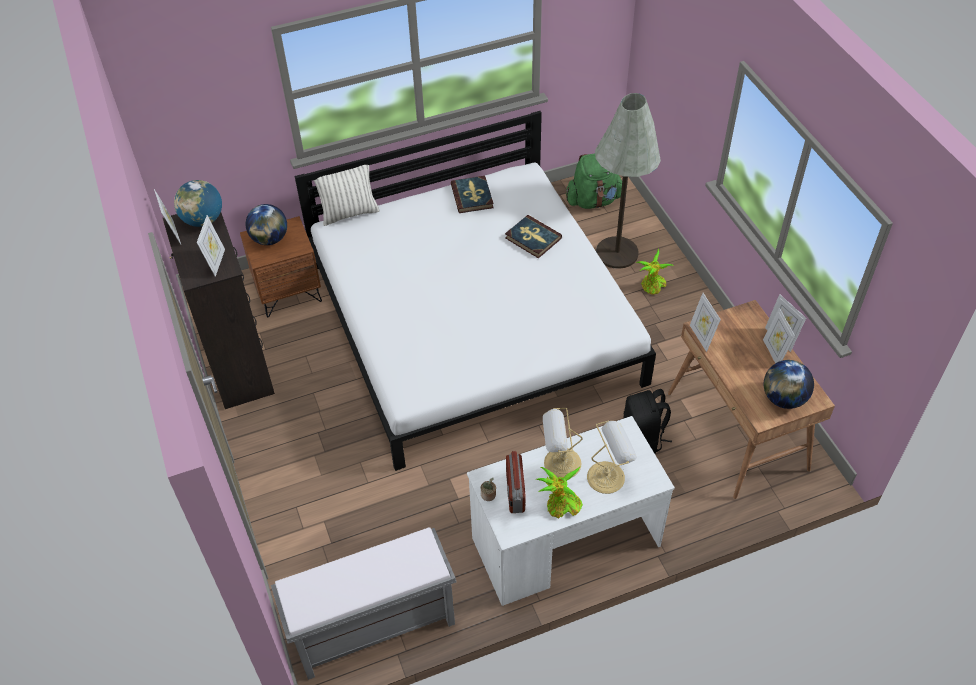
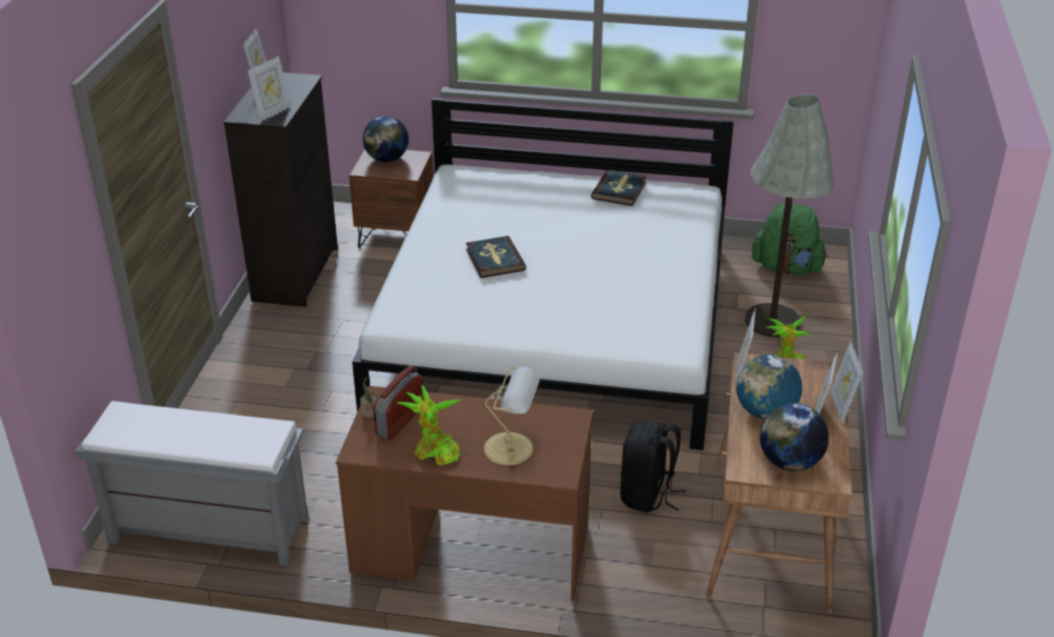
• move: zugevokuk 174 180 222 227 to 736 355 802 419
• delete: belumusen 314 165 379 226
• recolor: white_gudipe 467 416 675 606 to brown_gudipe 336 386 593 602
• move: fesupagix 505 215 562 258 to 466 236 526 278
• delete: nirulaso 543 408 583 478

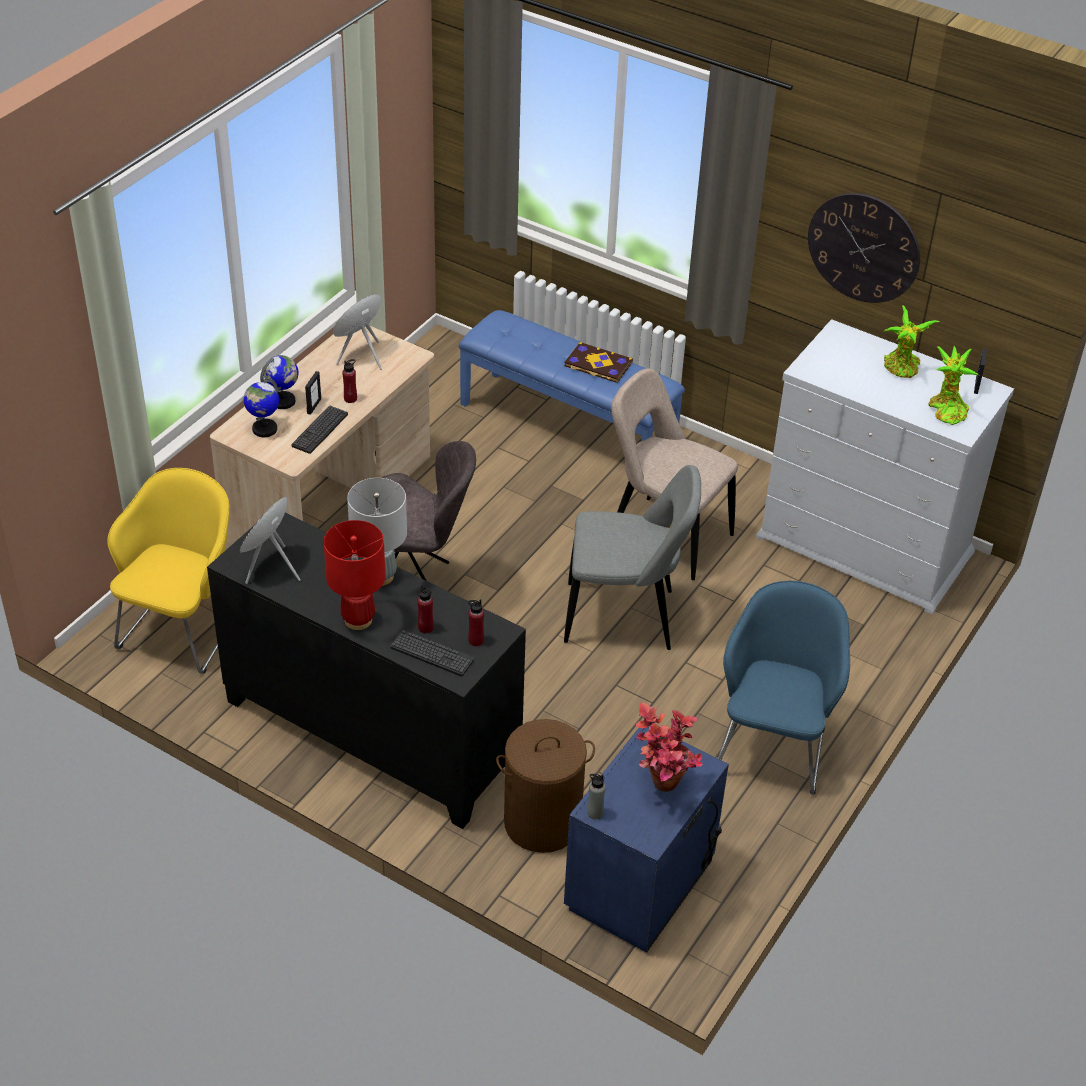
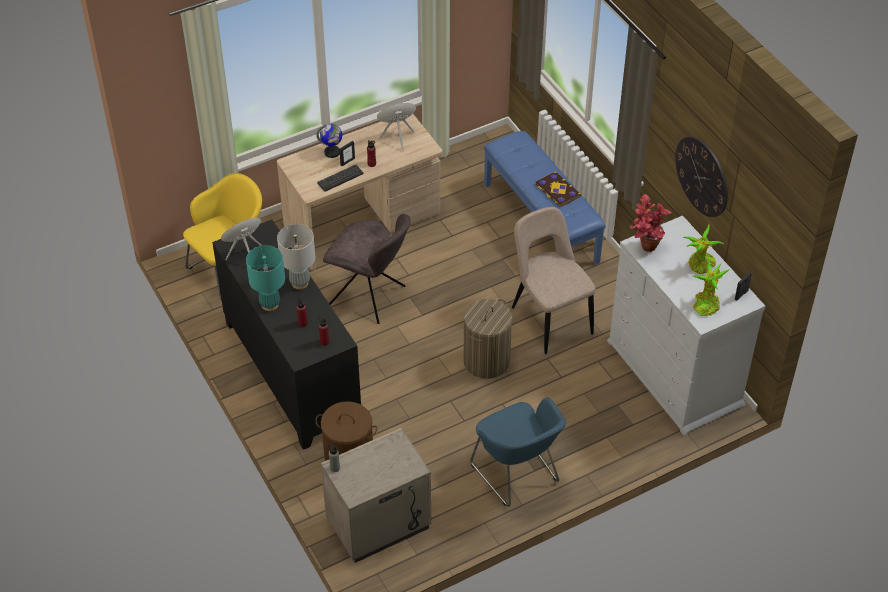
• delete: zugevokuk 244 378 279 437
• recolor: red_nirulaso 324 520 385 630 to turquoise_nirulaso 246 245 285 311
• delete: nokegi 390 630 474 677
• replace: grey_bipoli 564 465 701 650 to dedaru 463 299 512 379
• recolor: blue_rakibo 564 726 729 953 to beige_rakibo 321 428 431 563
• move: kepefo 636 703 702 792 to 629 194 672 252
• rotate: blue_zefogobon 718 581 850 795 = 470 397 566 507 105 degrees clockwise

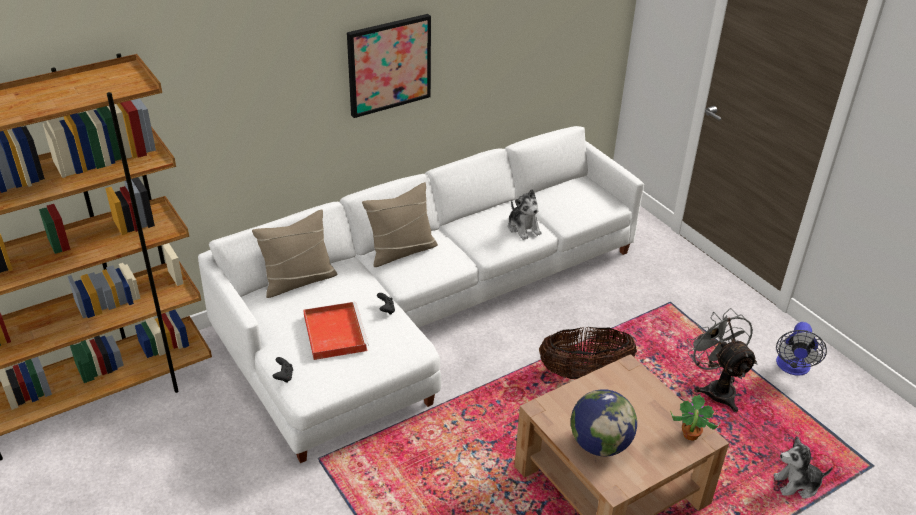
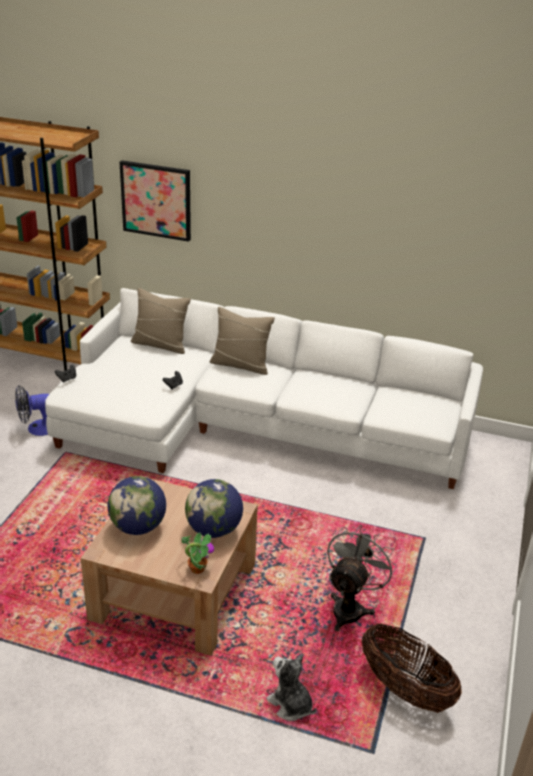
• delete: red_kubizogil 303 302 369 360
• move: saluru 347 14 431 118 to 120 160 191 242
• delete: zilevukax 508 189 542 240
• move: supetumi 539 327 637 379 to 361 623 462 713
• move: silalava 776 322 827 376 to 15 385 49 436
• insert: zugevokuk 185 479 243 538

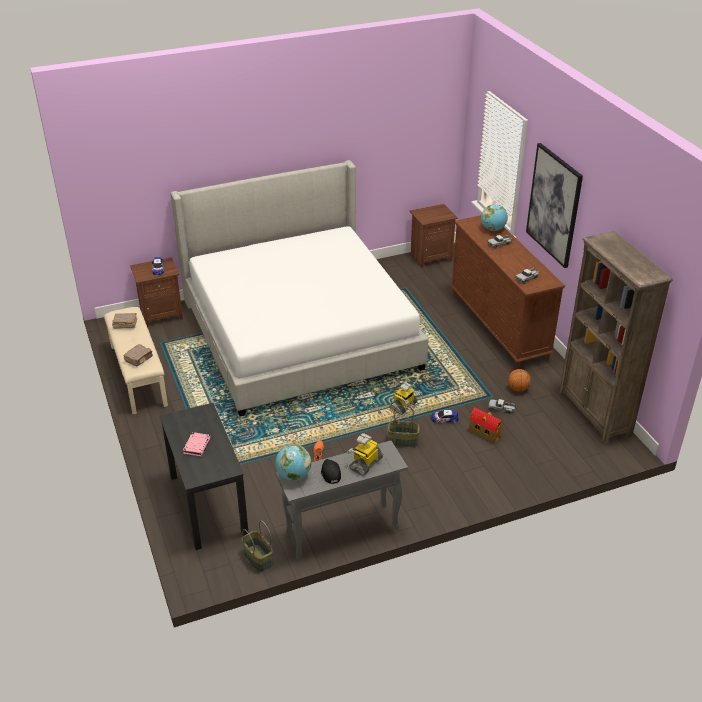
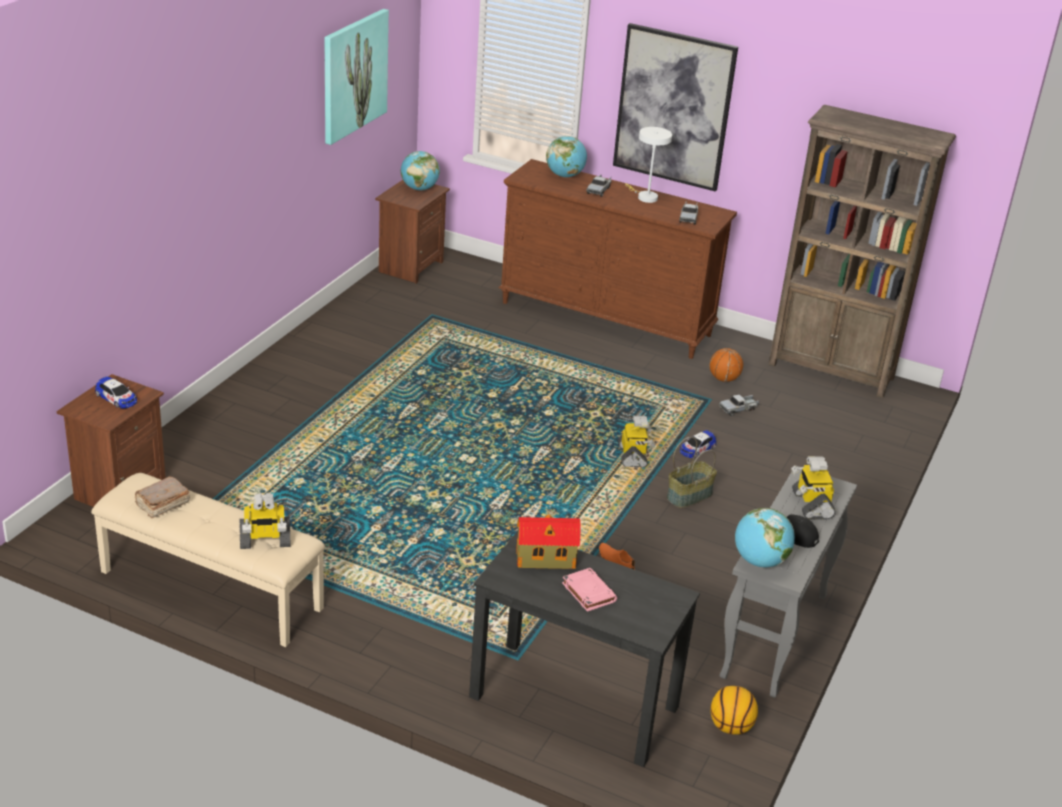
• replace: brown_fesupagix 123 344 153 366 to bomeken 239 493 291 549
• delete: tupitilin 171 160 428 416
• replace: supetumi 242 521 273 572 to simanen 711 686 758 735
• move: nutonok 469 407 503 443 to 516 515 580 569
• insert: saluru 324 9 389 145
• insert: zugevokuk 401 151 440 191
• insert: white_nirulaso 625 127 672 203

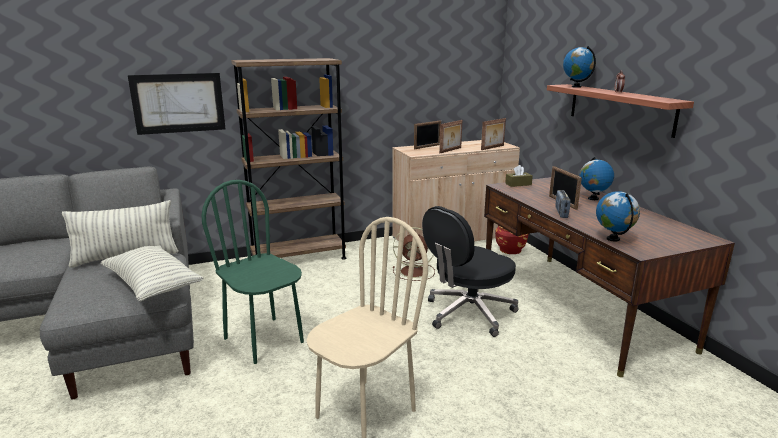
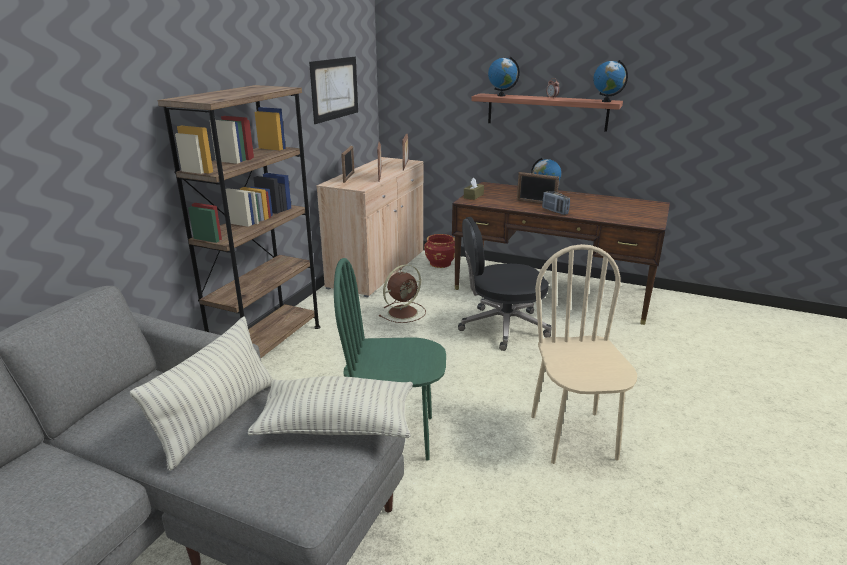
• move: saluru 128 73 225 135 to 309 57 358 124
• rotate: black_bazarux 422 206 519 337 = 458 217 552 351 75 degrees clockwise
• move: zugevokuk 596 191 640 242 to 593 60 628 102

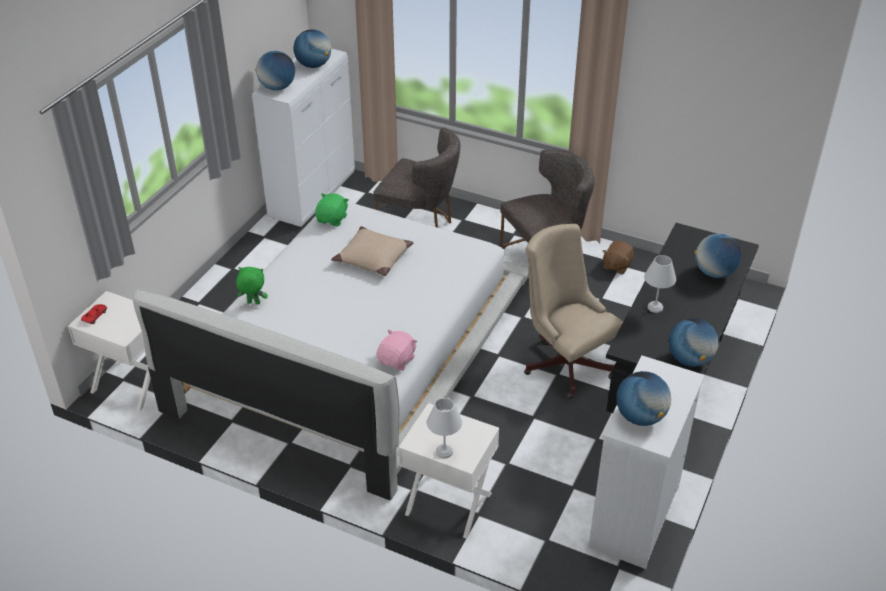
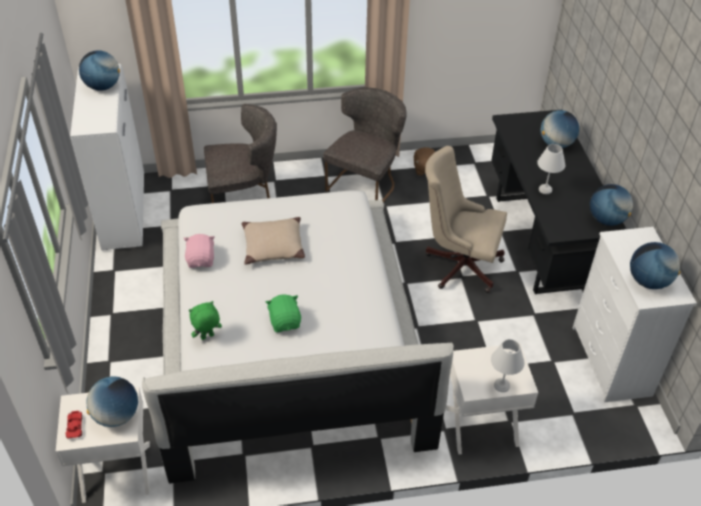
• move: zugevokuk 255 51 295 90 to 87 376 138 427
• move: green_zilevukax 315 193 349 226 to 266 295 301 332
• move: pink_zilevukax 377 329 417 371 to 183 234 215 268

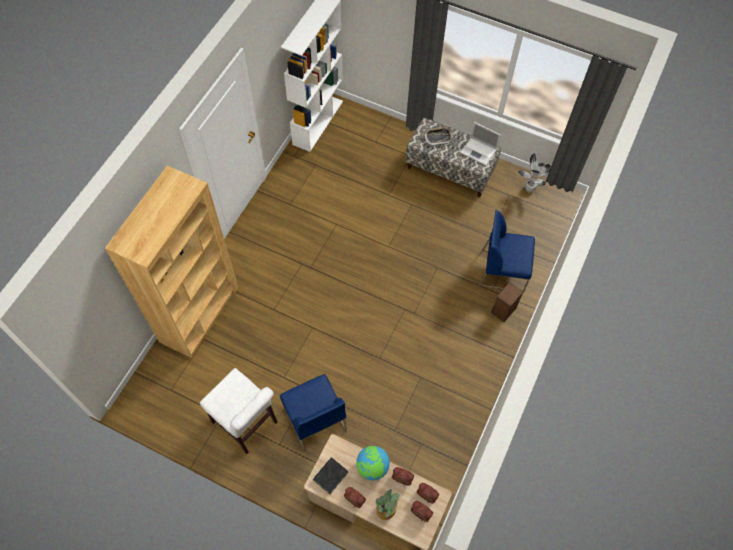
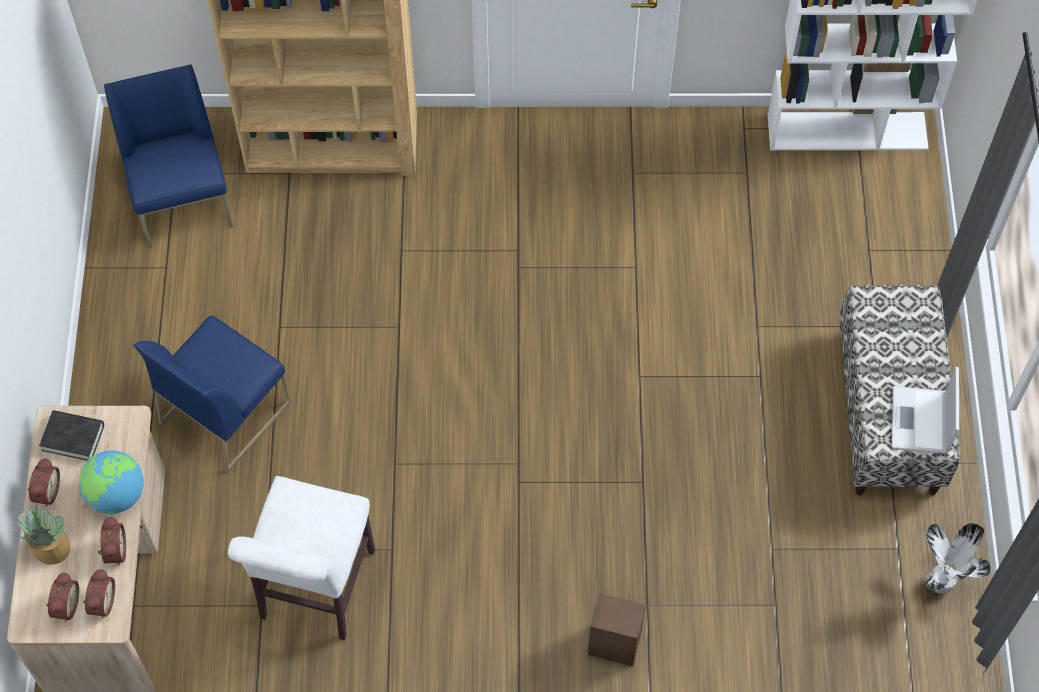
• move: white_bipoli 200 368 277 454 to 228 476 375 640
• delete: kubizogil 423 126 454 146
• move: blue_bipoli 478 210 535 293 to 104 64 233 248

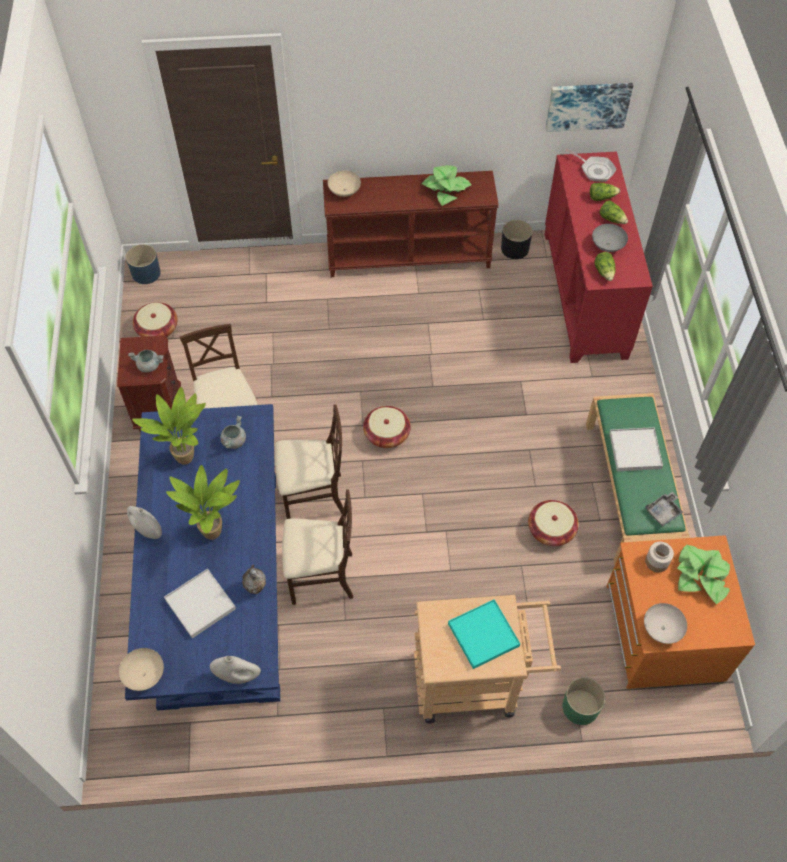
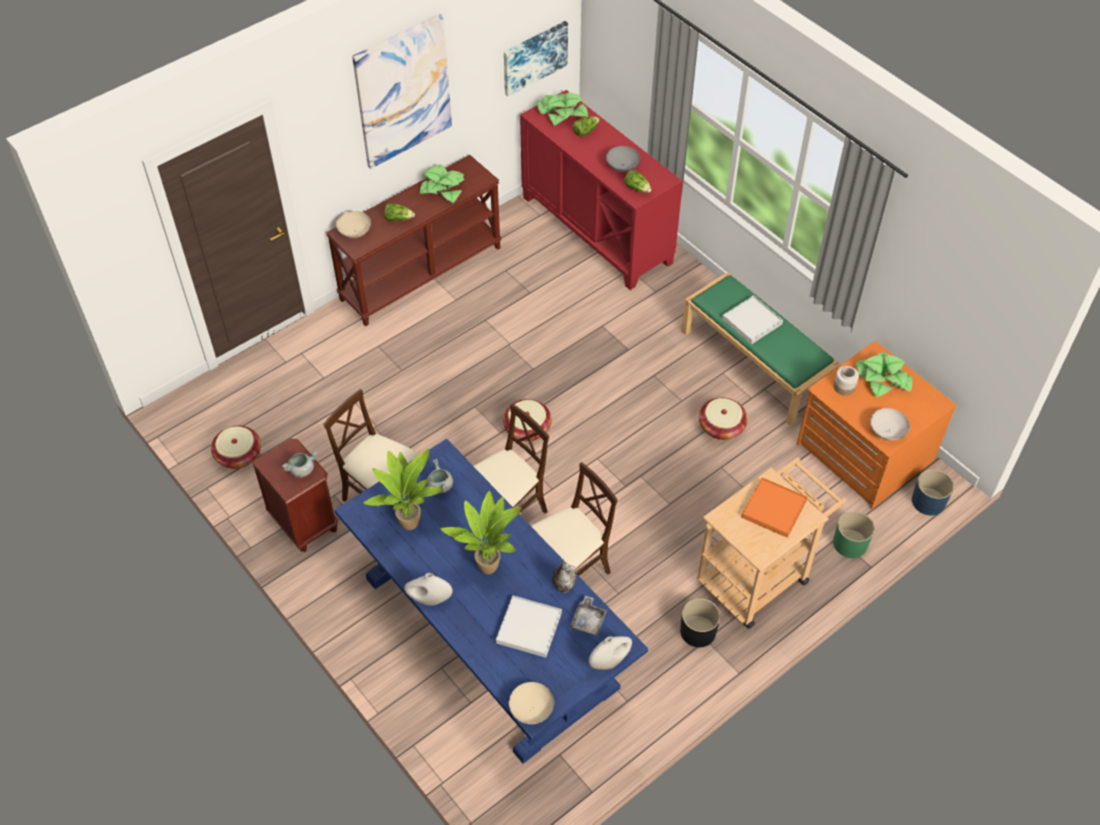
• move: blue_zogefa 126 244 161 284 to 912 469 954 515
• recolor: turquoise_kubizogil 448 599 520 669 to orange_kubizogil 741 477 808 538
• move: black_zogefa 501 220 532 259 to 680 598 720 647
• replace: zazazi 565 149 617 182 to kepefo 537 92 588 126
• move: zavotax 600 200 628 224 to 384 203 415 222
• move: grey_kubizogil 645 492 683 527 to 570 595 607 636
• insert: saluru 352 13 452 169

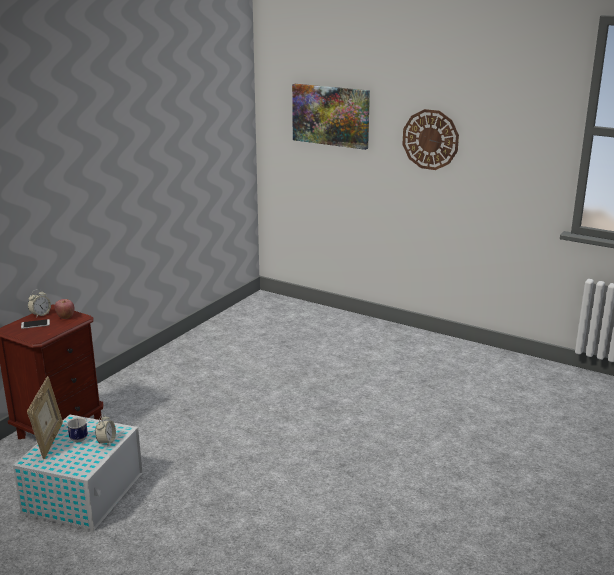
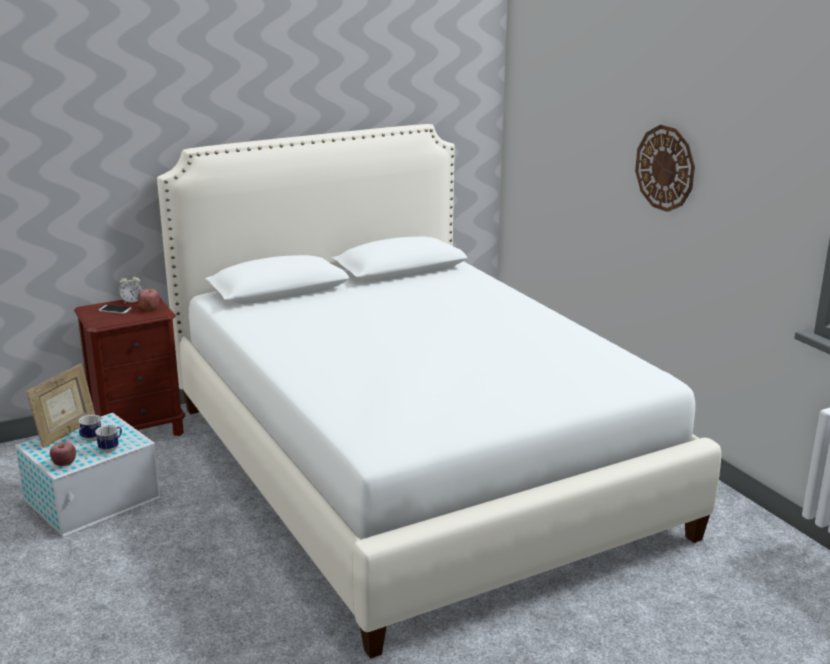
• replace: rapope 95 414 116 445 to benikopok 95 425 122 453
• delete: saluru 292 84 370 150
• insert: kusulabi 50 442 76 466
• insert: white_tupitilin 157 124 721 659

